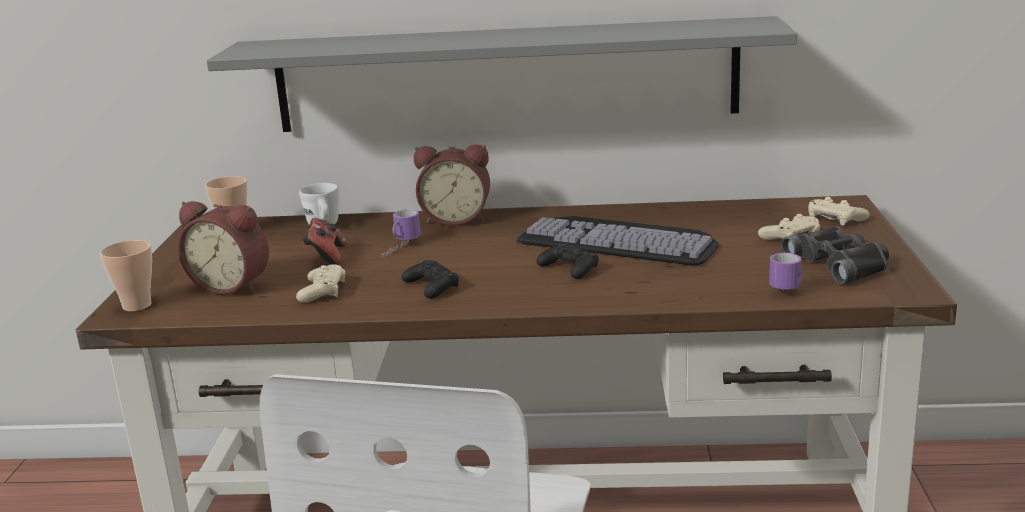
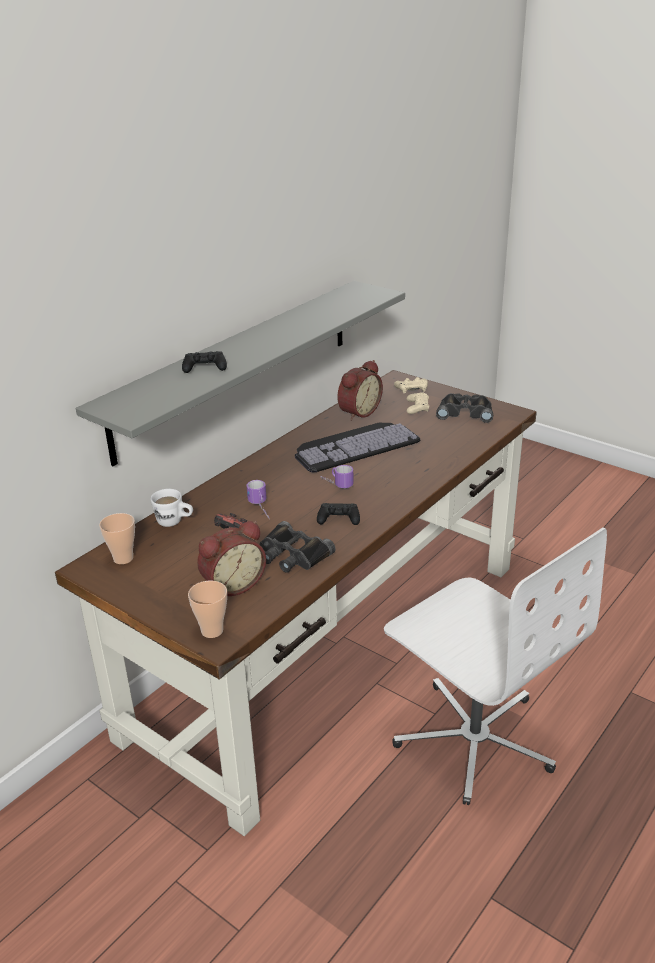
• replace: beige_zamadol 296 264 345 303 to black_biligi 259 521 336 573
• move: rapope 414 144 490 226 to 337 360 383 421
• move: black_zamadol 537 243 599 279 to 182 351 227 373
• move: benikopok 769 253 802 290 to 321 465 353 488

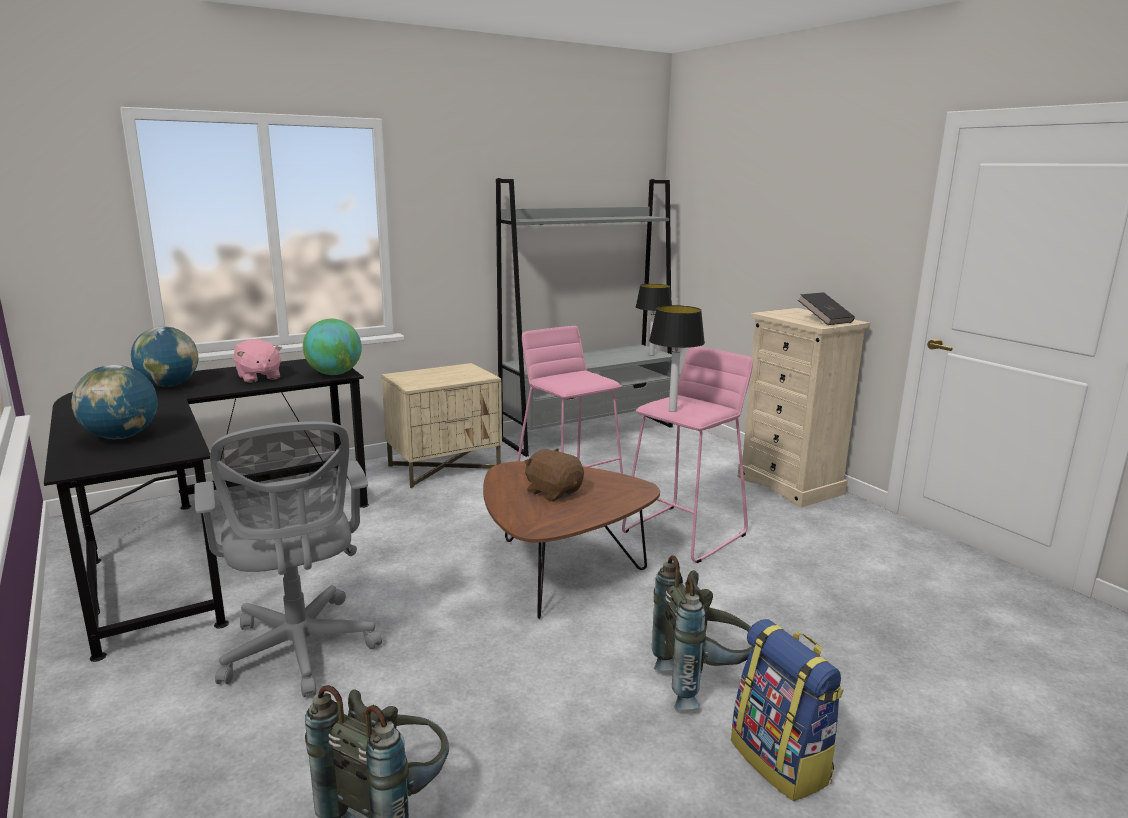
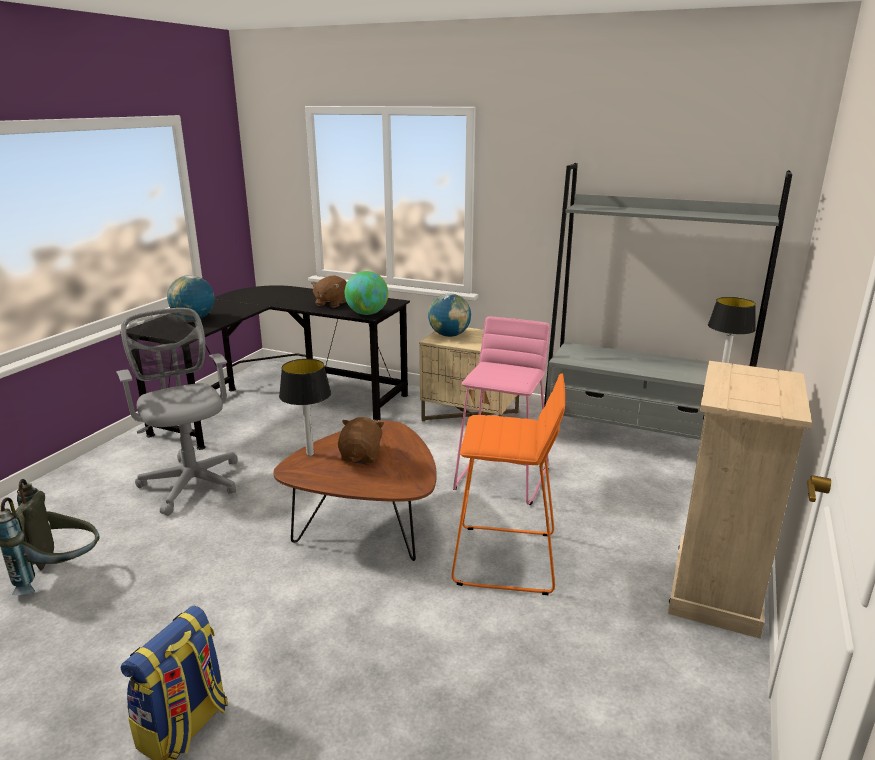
• move: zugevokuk 131 326 198 387 to 428 293 471 337
• rotate: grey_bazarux 194 421 382 697 = 116 308 238 516 120 degrees clockwise
• recolor: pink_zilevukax 233 339 282 383 to brown_zilevukax 311 275 347 308
• recolor: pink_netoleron 622 346 753 563 to orange_netoleron 452 373 565 595
• move: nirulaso 649 305 705 412 to 279 359 331 456
• delete: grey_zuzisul 652 555 753 710
• delete: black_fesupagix 798 292 855 325

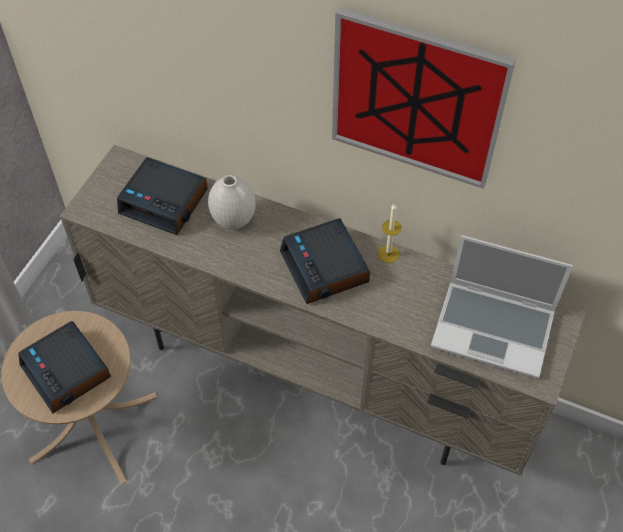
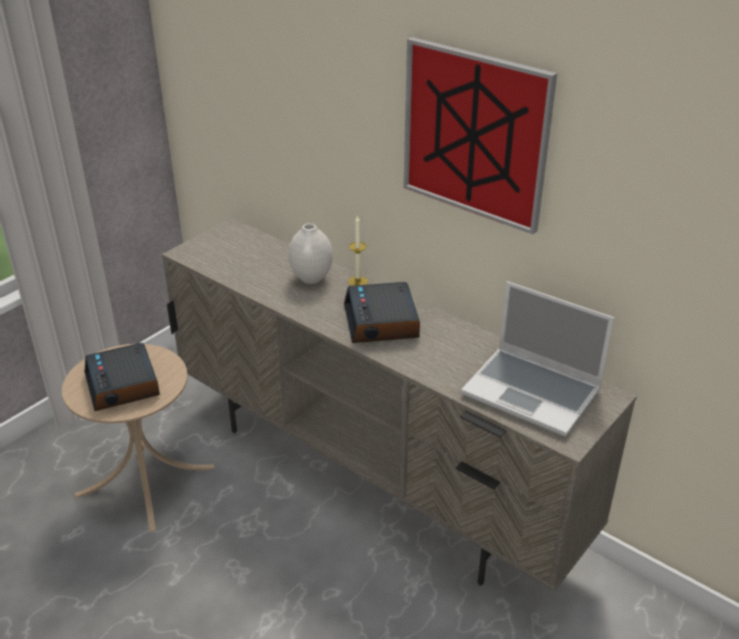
• delete: rapope 117 157 208 235
• move: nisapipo 378 203 401 263 to 348 215 368 286

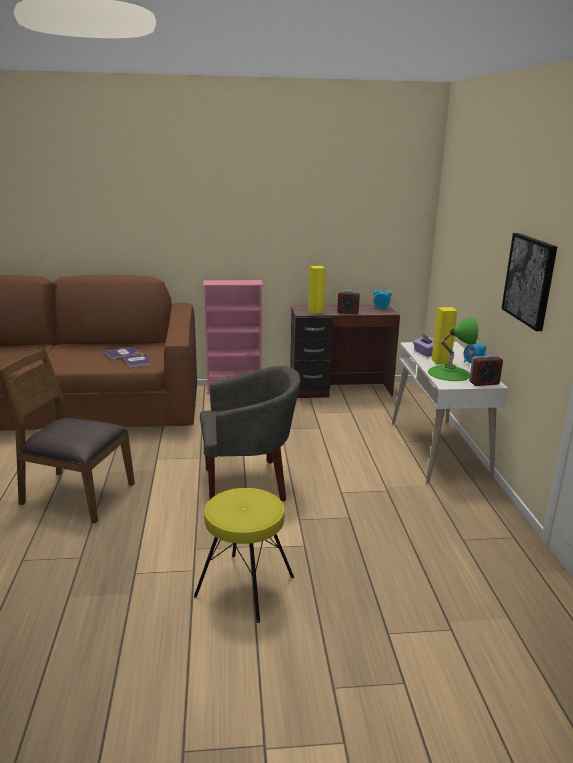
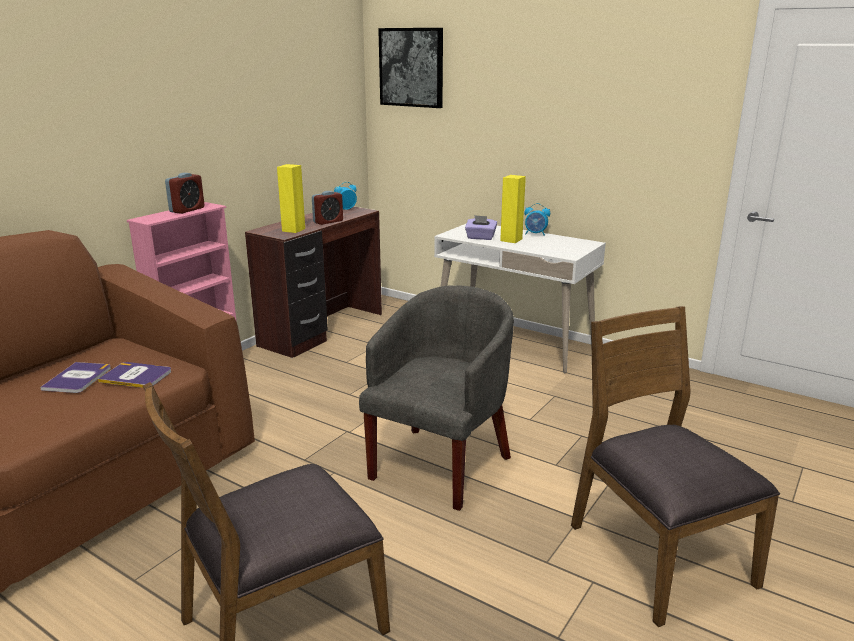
• replace: yellow_netoleron 194 488 294 623 to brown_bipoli 571 306 780 627
• delete: green_nirulaso 428 317 478 381
• move: rapope 469 355 503 386 to 165 173 204 214
• move: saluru 501 233 557 331 to 378 28 443 108

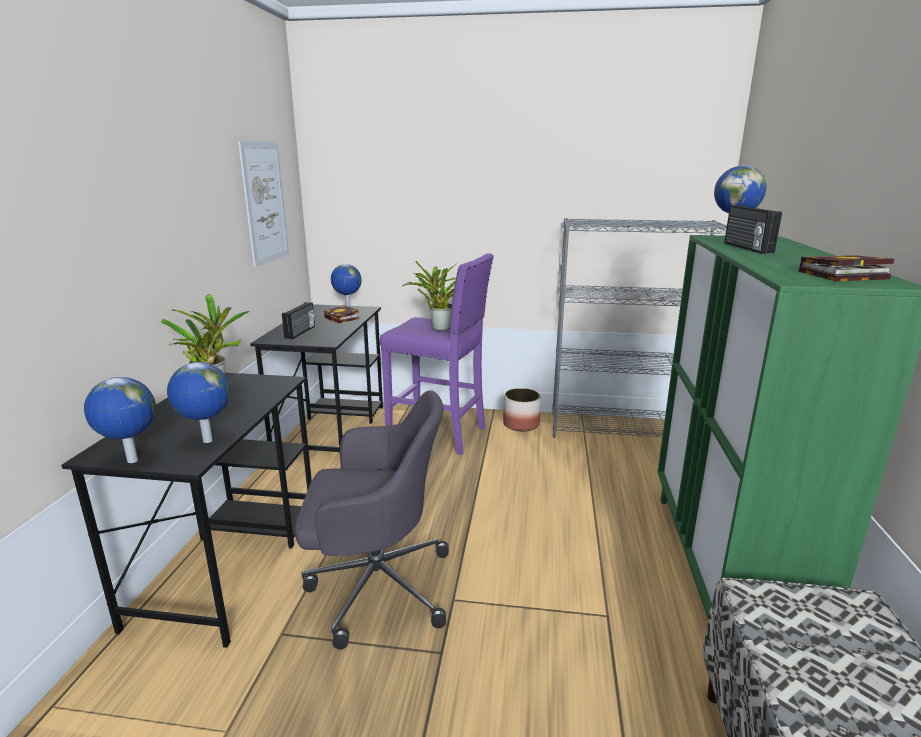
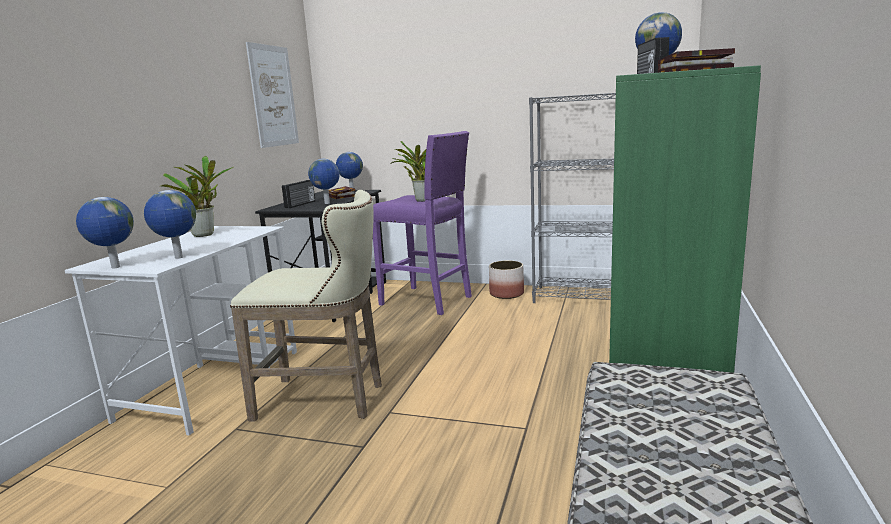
• recolor: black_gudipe 61 373 312 648 to white_gudipe 65 226 297 436
• replace: grey_bazarux 294 390 449 650 to beige_netoleron 230 190 382 422
• insert: zugevokuk 308 159 340 204

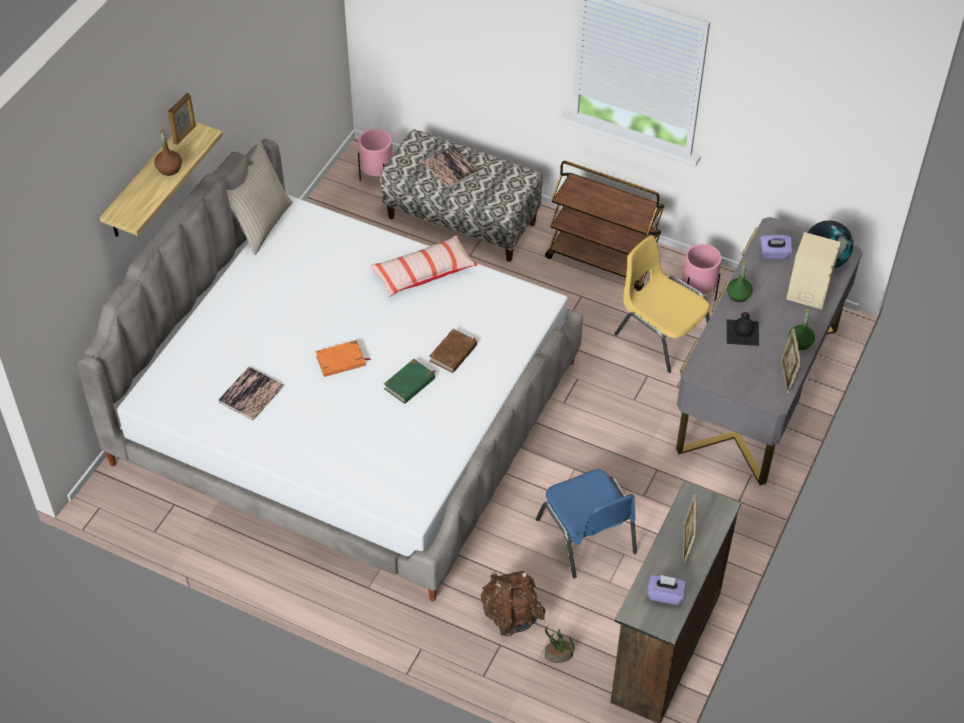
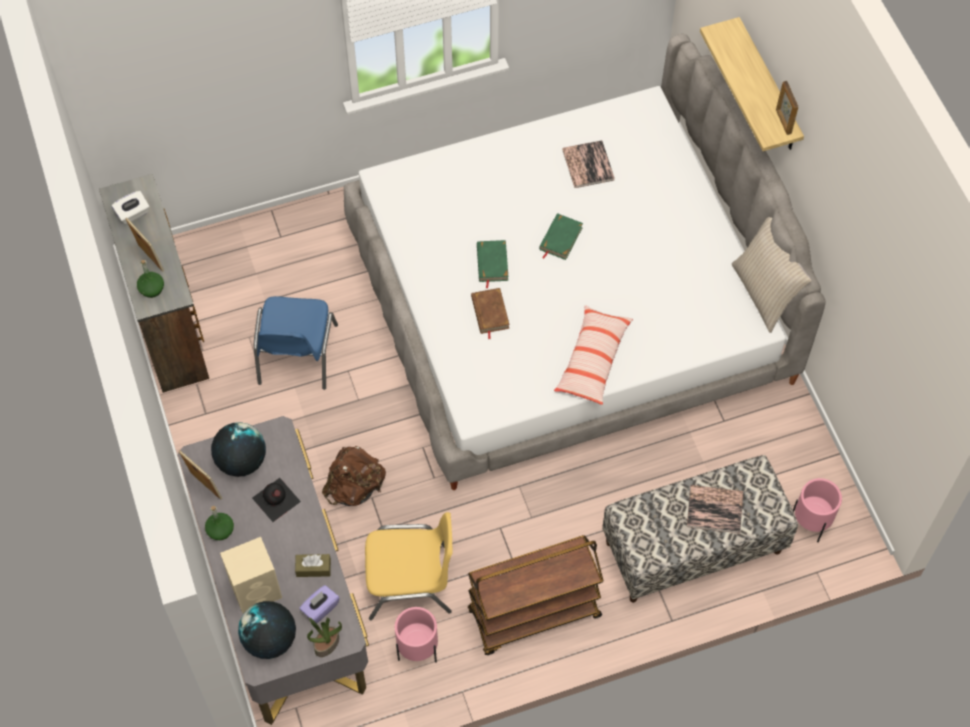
• delete: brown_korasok 154 129 182 176
• recolor: orange_fesupagix 315 340 371 377 to green_fesupagix 539 213 583 260
• move: brown_zuzisul 481 571 546 636 to 322 446 386 506
• rotate: blue_bipoli 536 469 637 579 = 254 296 338 390 105 degrees counterclockwise
• move: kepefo 545 626 575 663 to 307 617 342 657
• recolor: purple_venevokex 647 575 686 605 to white_venevokex 112 191 149 224
• move: green_korasok 727 261 753 302 to 137 260 164 298
• insert: zugevokuk 211 422 266 477
• insert: brown_venevokex 295 554 331 577

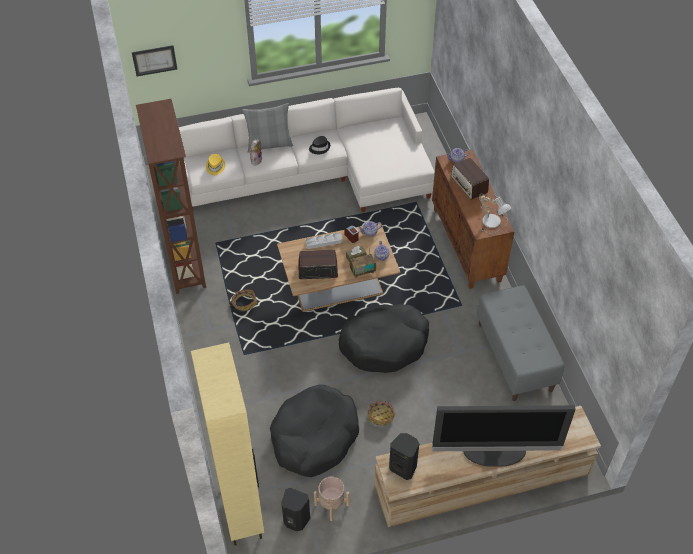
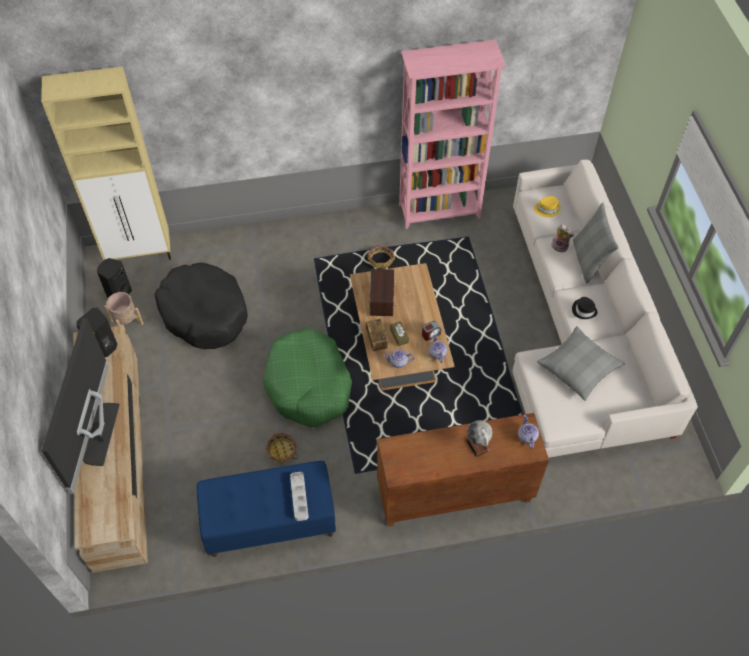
• delete: saluru 132 45 177 76
• recolor: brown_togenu 136 99 206 294 to pink_togenu 399 40 506 229
• move: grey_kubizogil 305 233 342 249 to 290 472 309 521
• recolor: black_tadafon 339 304 429 373 to green_tadafon 263 328 352 427
• move: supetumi 367 401 395 426 to 266 433 299 463
• replace: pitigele 451 158 489 200 to zugevokuk 465 420 492 458
• recolor: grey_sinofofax 477 285 564 401 to blue_sinofofax 197 461 336 557
• delete: nirulaso 479 194 512 234
• insert: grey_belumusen 537 326 625 401

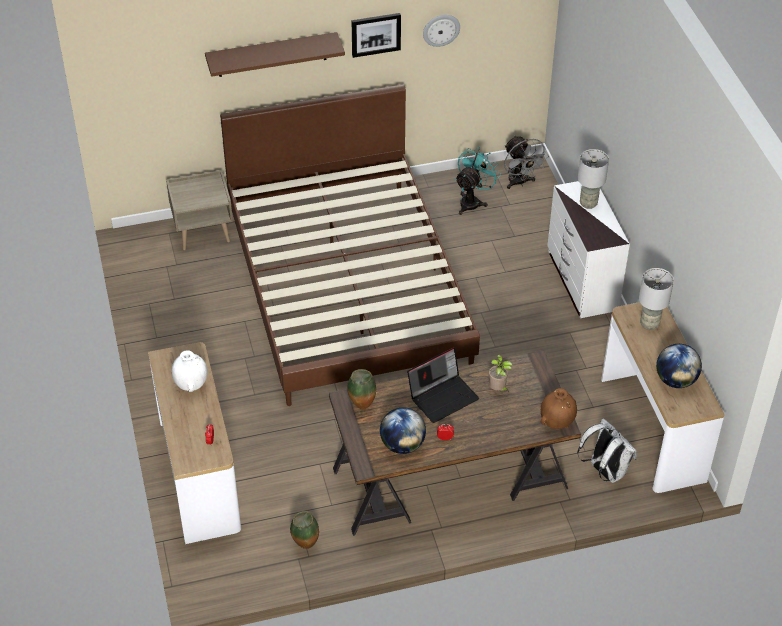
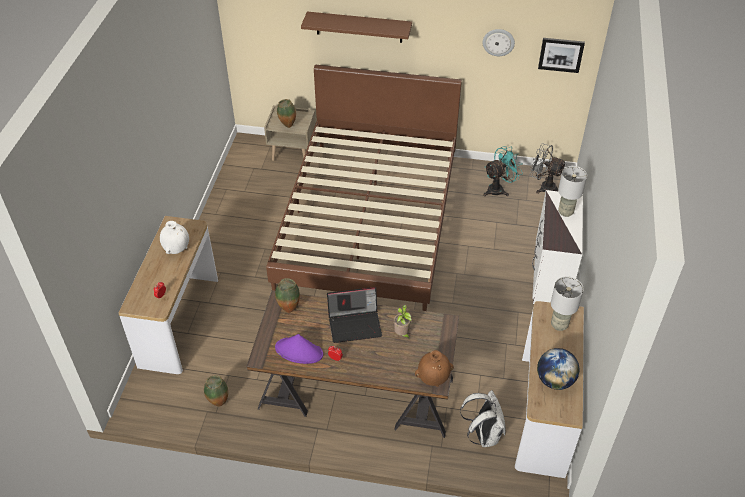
• move: saluru 352 13 401 58 to 538 38 585 73
• replace: zugevokuk 380 408 426 454 to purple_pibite 275 334 323 364
• rotate: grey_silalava 504 135 549 189 = 530 143 567 194 120 degrees clockwise
• insert: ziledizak 277 99 296 128

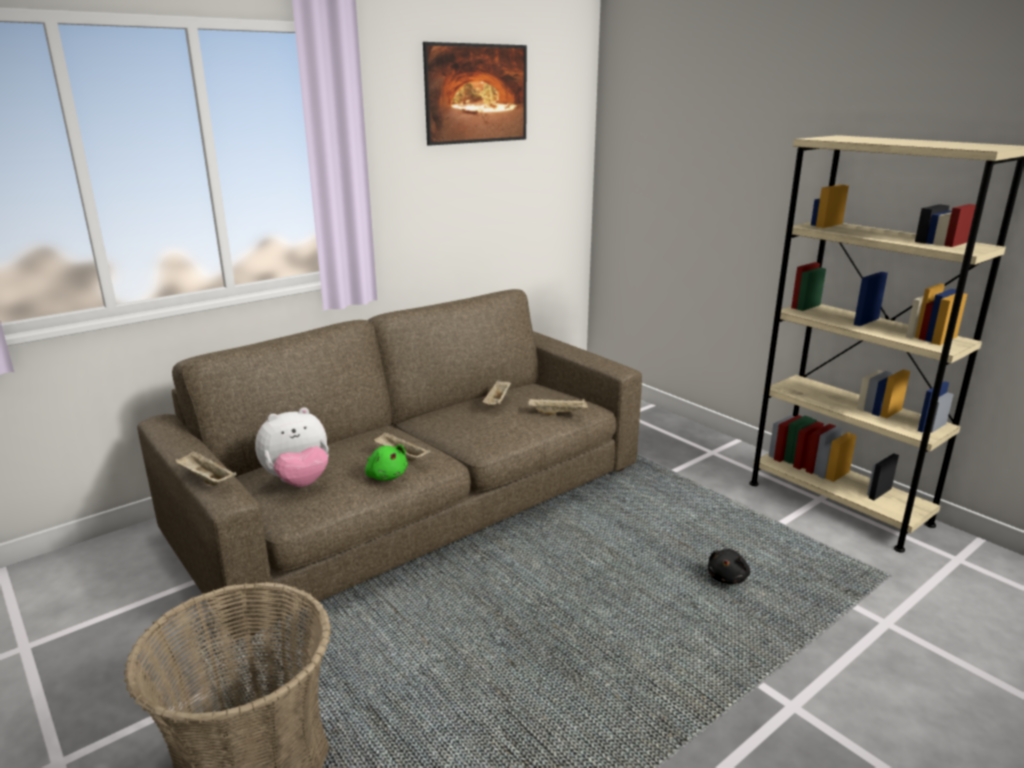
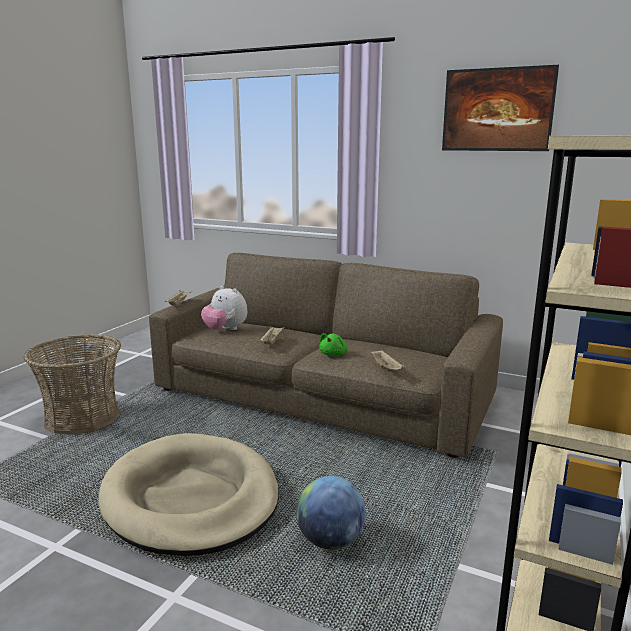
• move: green_zilevukax 365 445 408 481 to 319 333 348 356
• delete: beige_kubizogil 482 380 511 405
• replace: black_zilevukax 708 549 750 584 to zugevokuk 296 476 366 549
• insert: beige_tadafon 98 433 279 556

